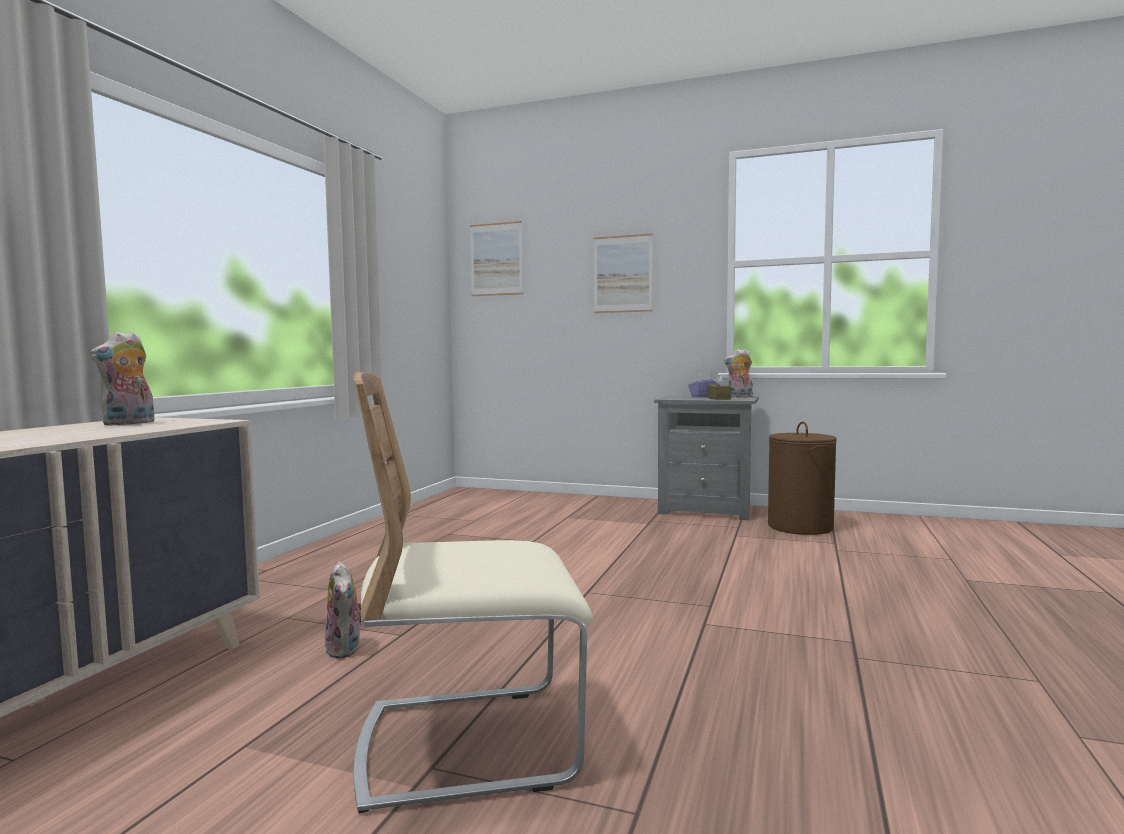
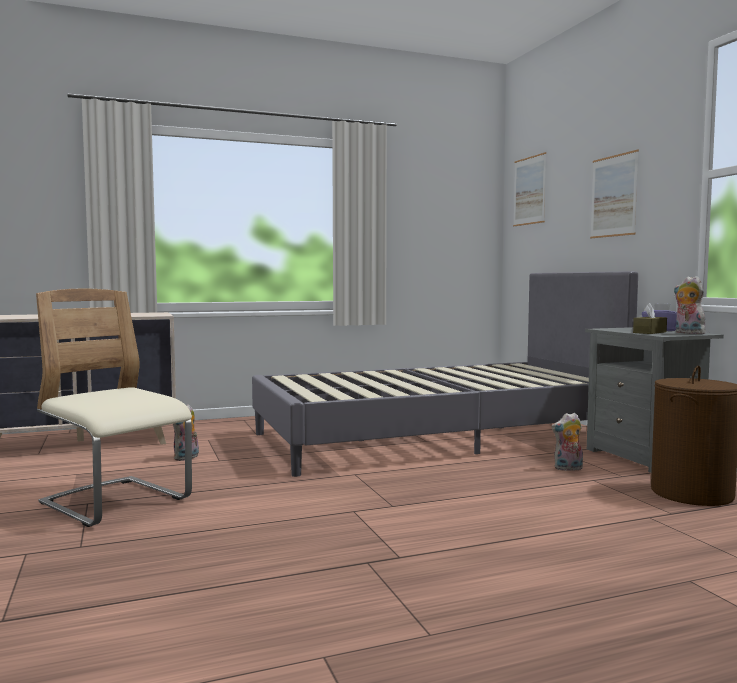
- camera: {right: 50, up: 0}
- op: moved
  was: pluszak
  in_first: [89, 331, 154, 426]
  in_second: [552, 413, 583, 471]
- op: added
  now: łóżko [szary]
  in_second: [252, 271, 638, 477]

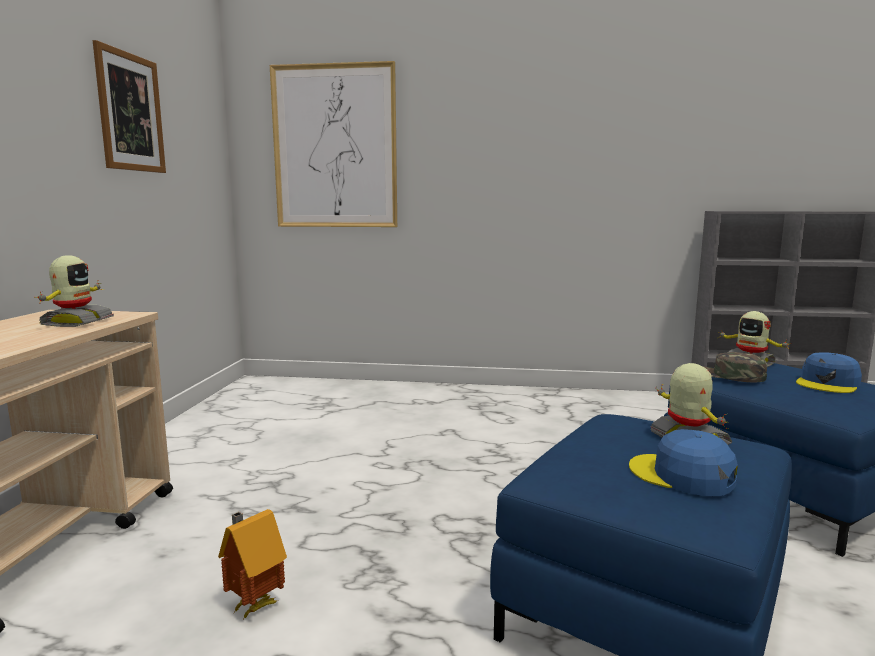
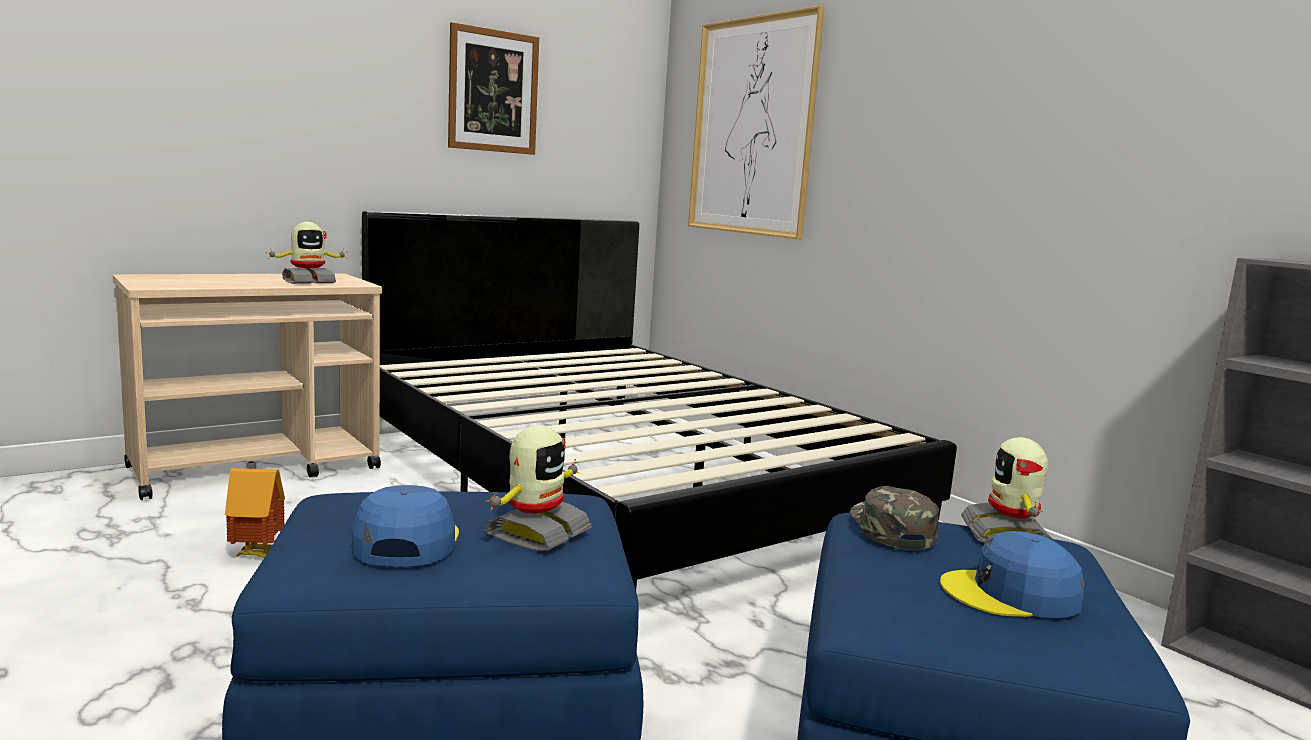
- camera: {right: 45, up: 0}
- op: added
  now: łóżko [czarny]
  in_second: [362, 211, 957, 589]

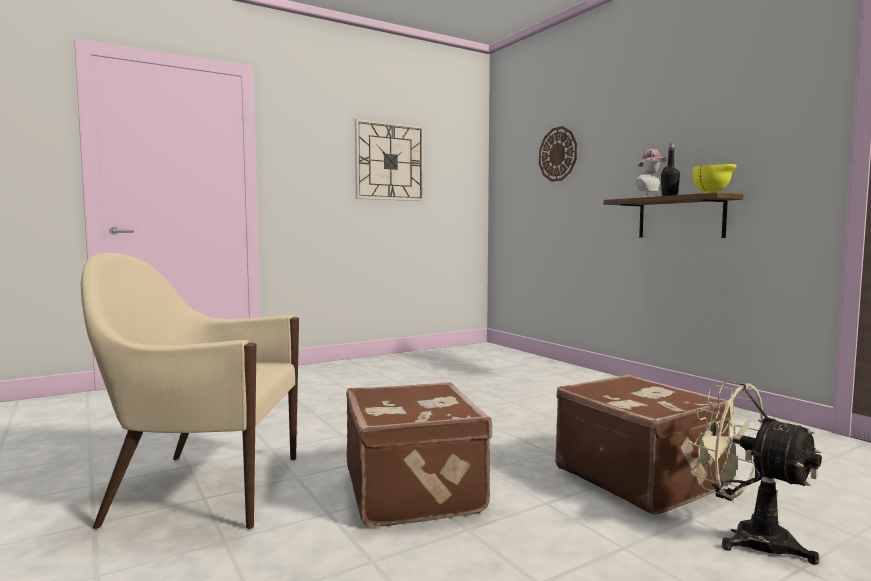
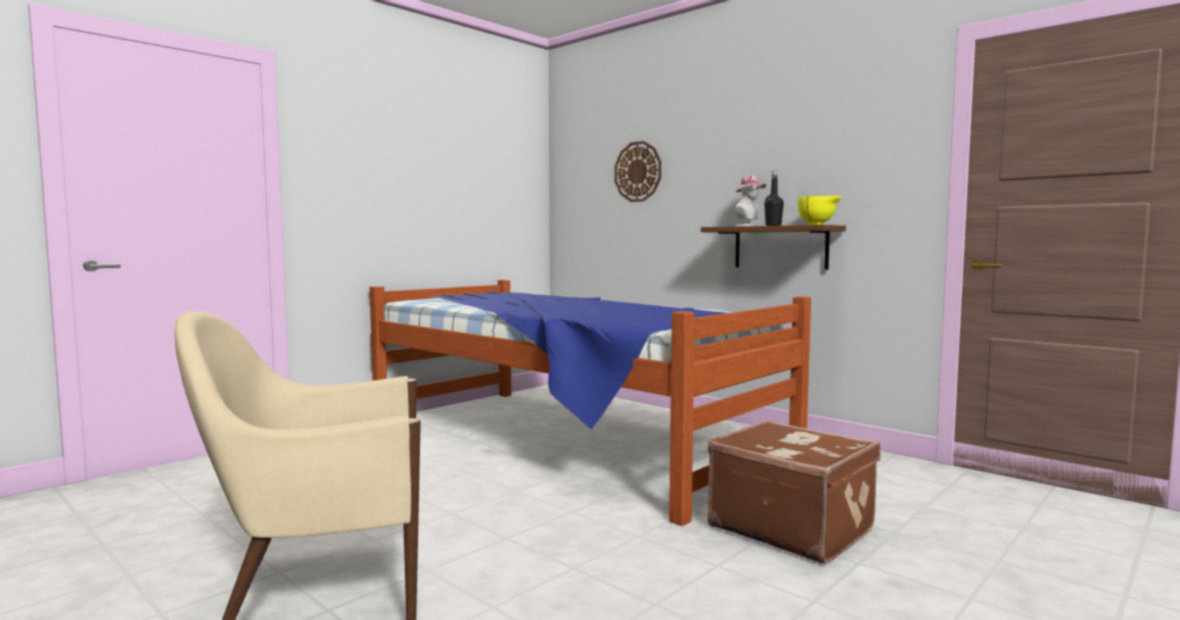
- camera: {right: -15, up: 0}
- op: removed
  was: walizka [brązowy]
  in_first: [346, 382, 492, 527]
- op: removed
  was: zegar ścienny
  in_first: [355, 119, 424, 201]
- op: removed
  was: wentylator [beżowy]
  in_first: [688, 381, 822, 565]
- op: added
  now: łóżko
  in_second: [370, 280, 811, 526]

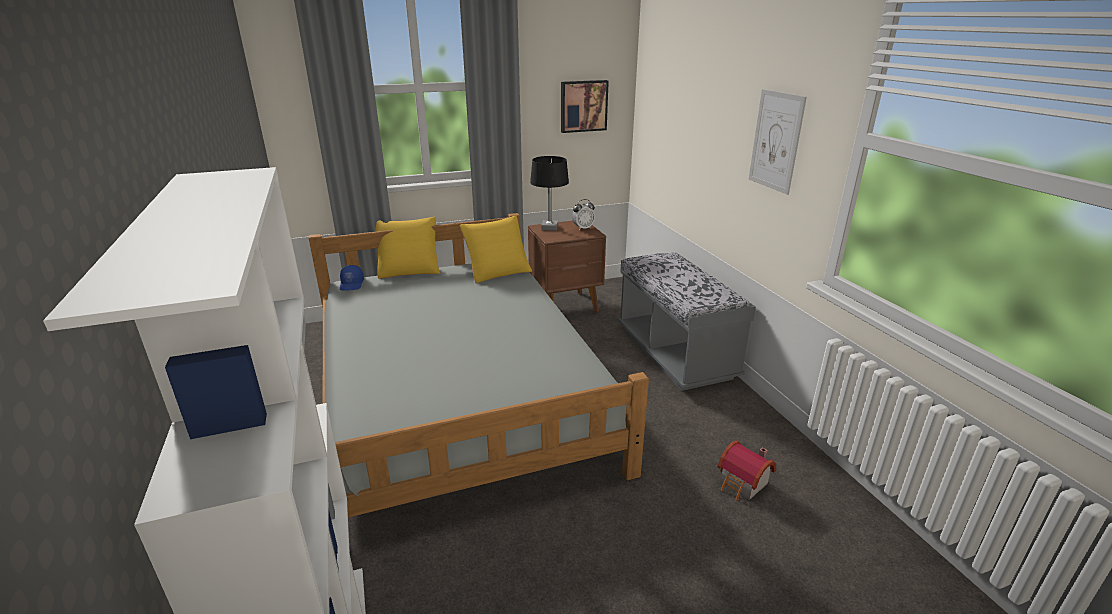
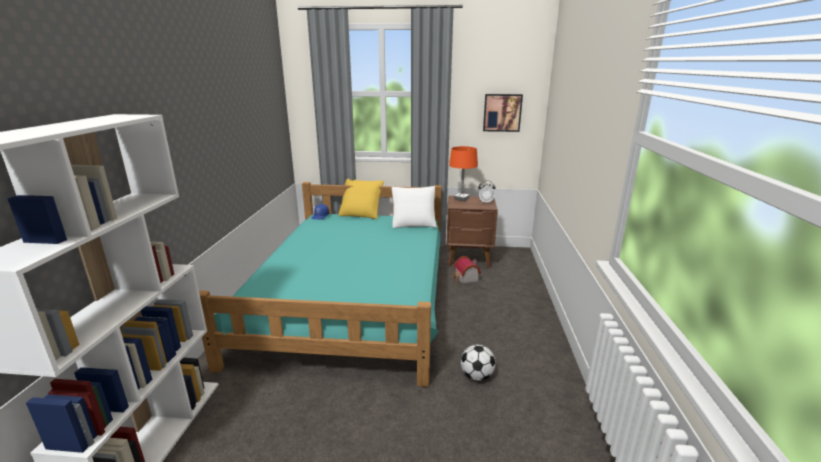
- camera: {right: 25, up: -5}
- op: recoloured
  was: łóżko [szary]
  now: łóżko [turkusowy]
  in_first: [309, 213, 649, 551]
  in_second: [199, 182, 442, 387]
- op: recoloured
  was: poduszka [żółty]
  now: poduszka [biały]
  in_first: [460, 216, 532, 283]
  in_second: [392, 186, 437, 228]
- op: recoloured
  was: lampa stołowa [czarny]
  now: lampa stołowa [pomarańczowy]
  in_first: [530, 156, 569, 231]
  in_second: [449, 146, 478, 201]
- op: removed
  was: ławka [szary]
  in_first: [618, 253, 756, 391]
- op: moved
  was: domek
  in_first: [717, 440, 776, 501]
  in_second: [452, 256, 481, 284]
- op: removed
  was: obraz
  in_first: [749, 89, 807, 195]
- op: added
  now: piłka futbolowa
  in_second: [461, 345, 496, 381]

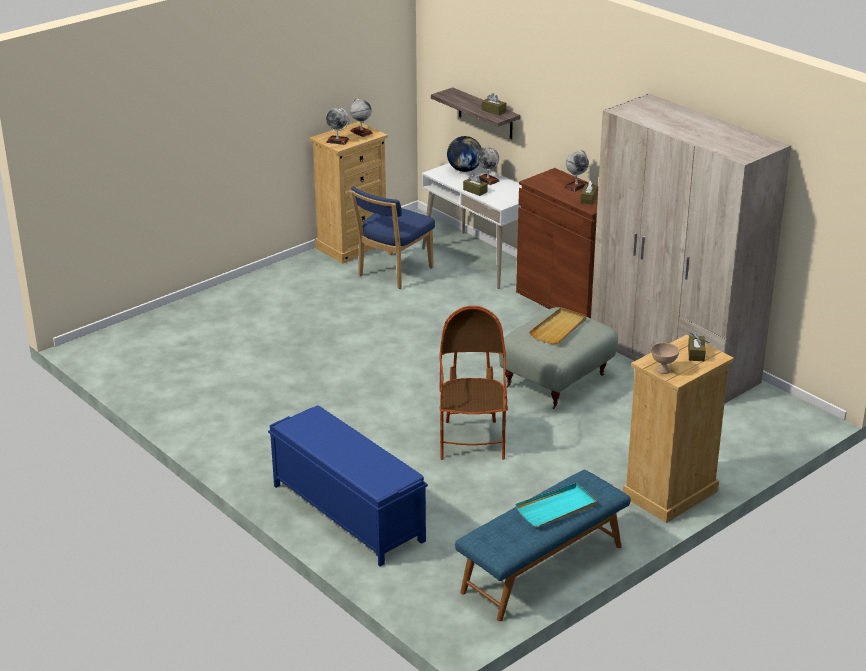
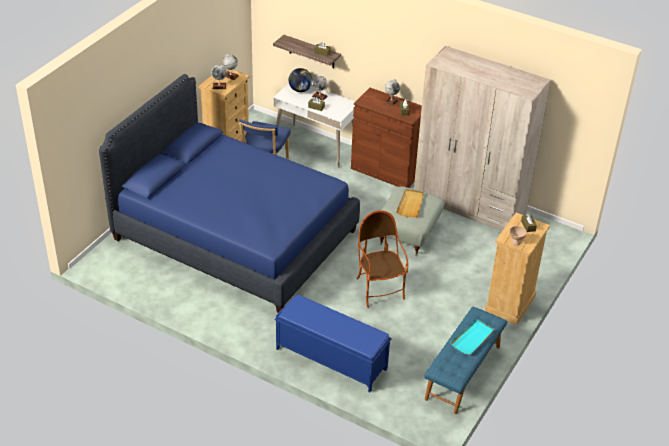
- camera: {right: -20, up: 10}
- op: added
  now: łóżko [niebieski]
  in_second: [99, 74, 360, 313]

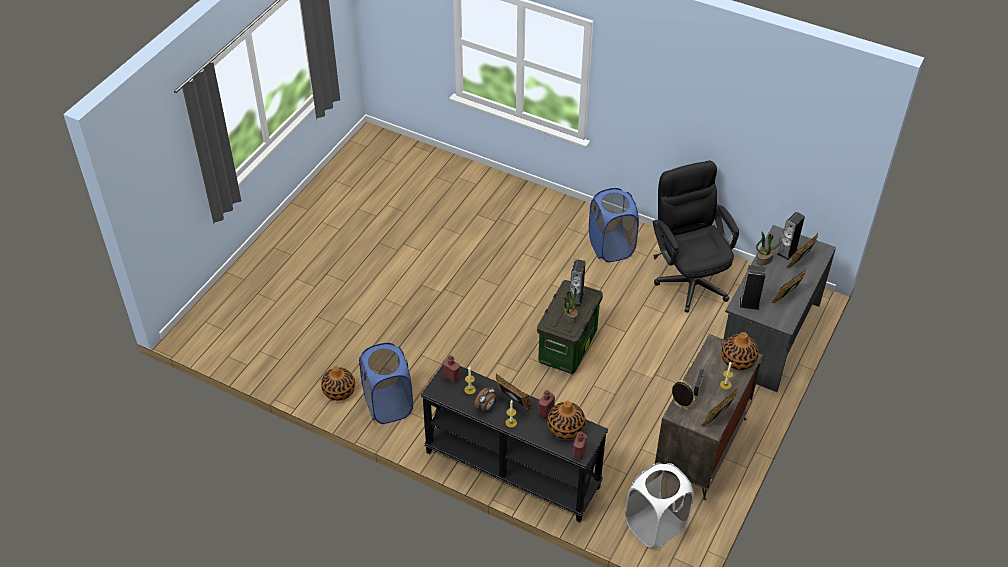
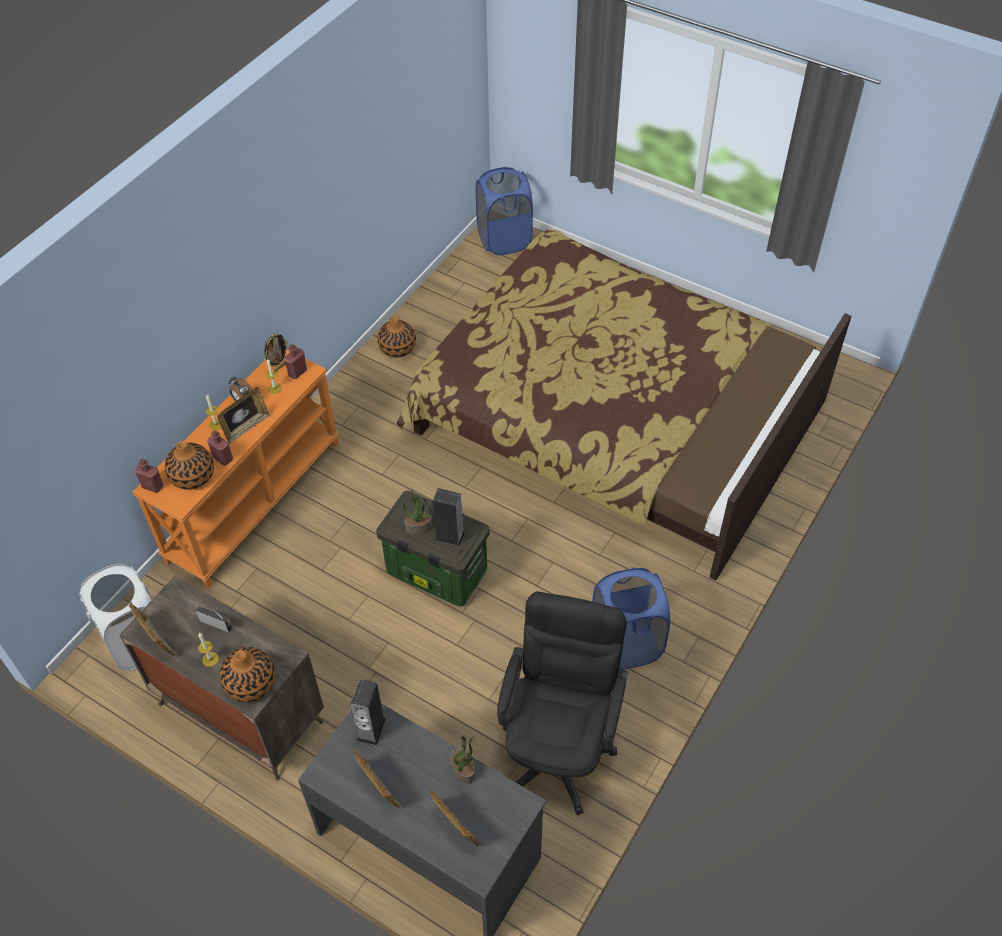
- camera: {right: 95, up: 5}
- op: moved
  was: kosz na pranie [niebieski]
  in_first: [359, 343, 413, 424]
  in_second: [476, 167, 533, 255]
- op: recoloured
  was: stolik konsolowy [czarny]
  now: stolik konsolowy [pomarańczowy]
  in_first: [421, 365, 608, 522]
  in_second: [133, 349, 339, 588]
- op: turned
  was: krzesło biurowe [czarny]
  in_first: [653, 160, 739, 313]
  in_second: [497, 592, 628, 815]
  clockwise: -60
- op: moved
  was: ramka na zdjęcie
  in_first: [672, 380, 695, 410]
  in_second: [264, 333, 288, 371]
- op: removed
  was: głośnik
  in_first: [777, 212, 805, 260]
- op: added
  now: łóżko
  in_second: [397, 229, 852, 580]

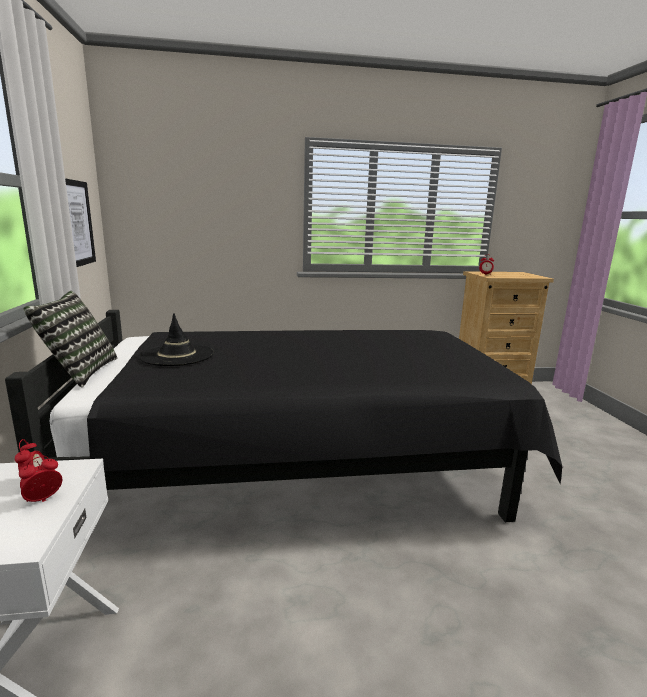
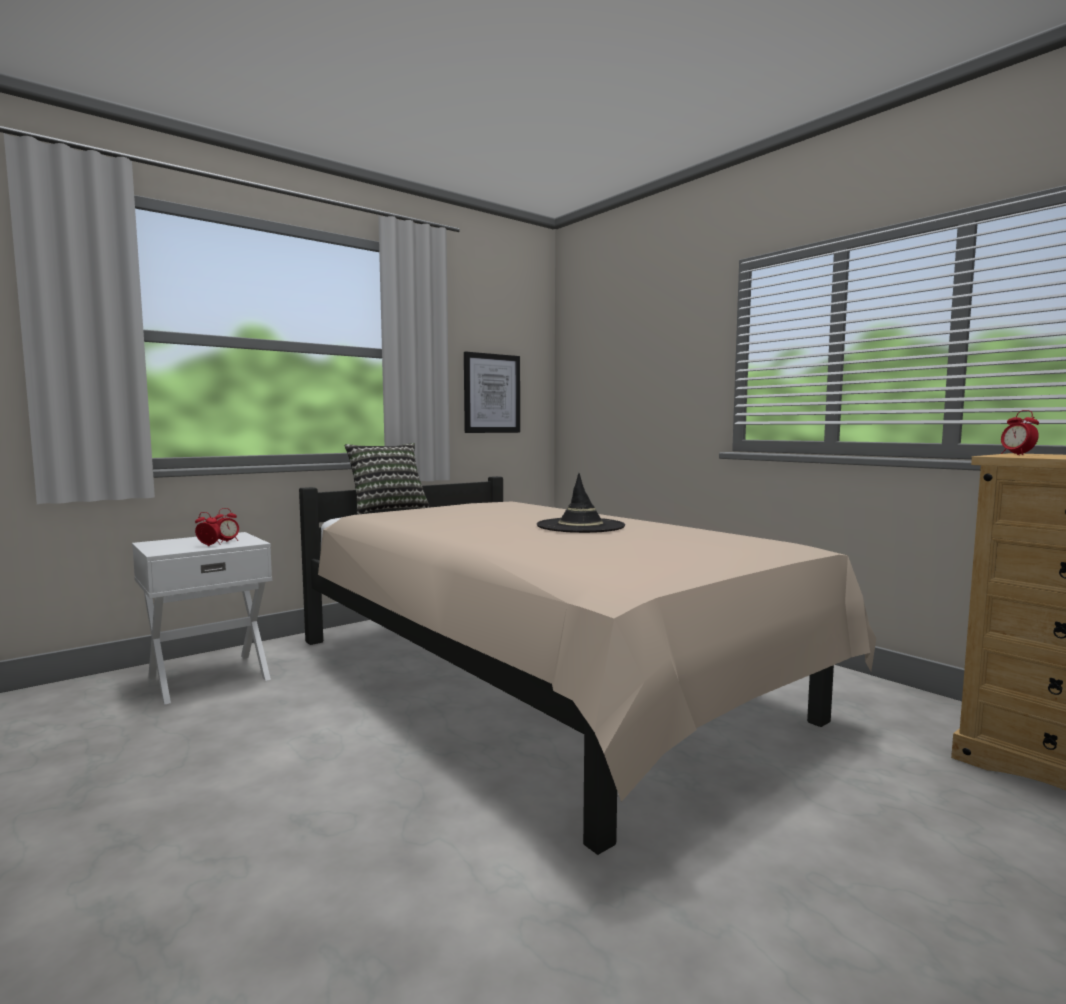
- camera: {right: 60, up: -10}
- op: recoloured
  was: łóżko [czarny]
  now: łóżko [beżowy]
  in_first: [5, 310, 562, 522]
  in_second: [299, 476, 876, 855]
- op: moved
  was: kapelusz [czarny]
  in_first: [139, 313, 214, 366]
  in_second: [537, 473, 625, 533]

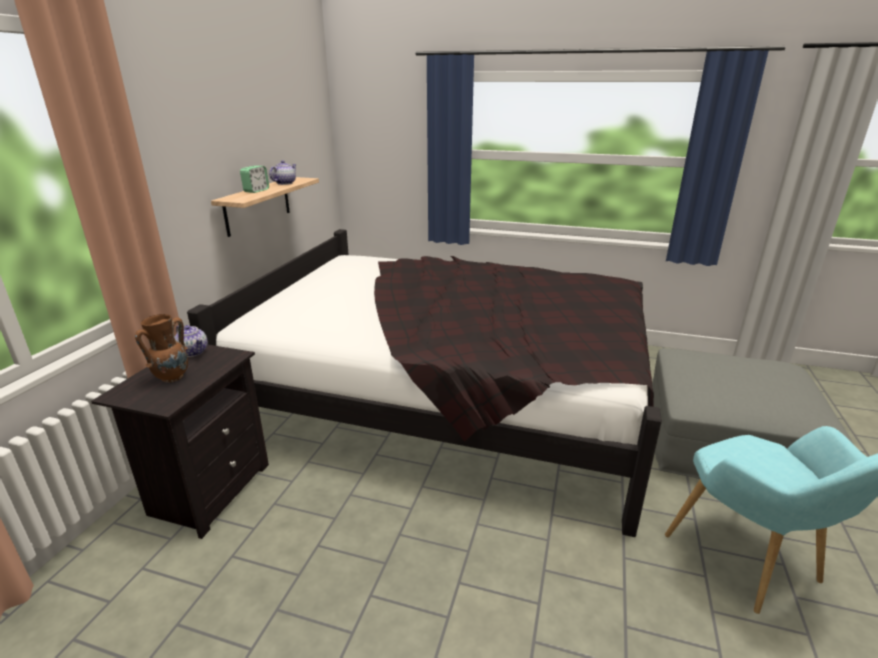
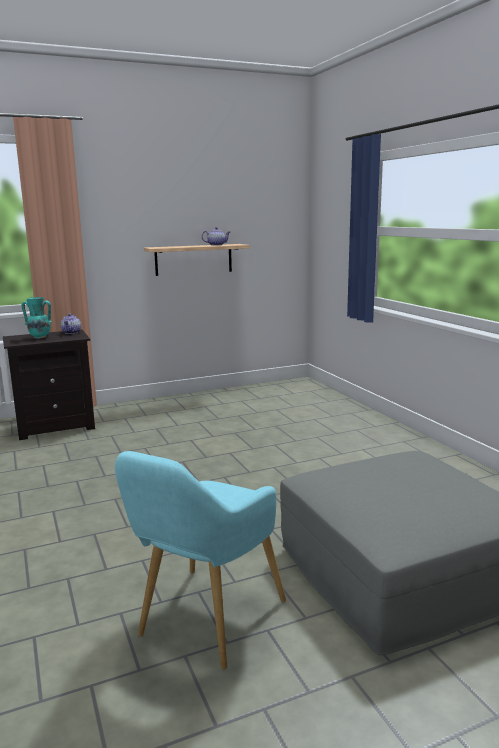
- camera: {right: 50, up: -10}
- op: recoloured
  was: wazon [brązowy]
  now: wazon [turkusowy]
  in_first: [135, 314, 188, 382]
  in_second: [22, 297, 52, 339]
- op: removed
  was: łóżko [czarny]
  in_first: [187, 229, 662, 537]
- op: removed
  was: budzik
  in_first: [240, 166, 269, 193]

